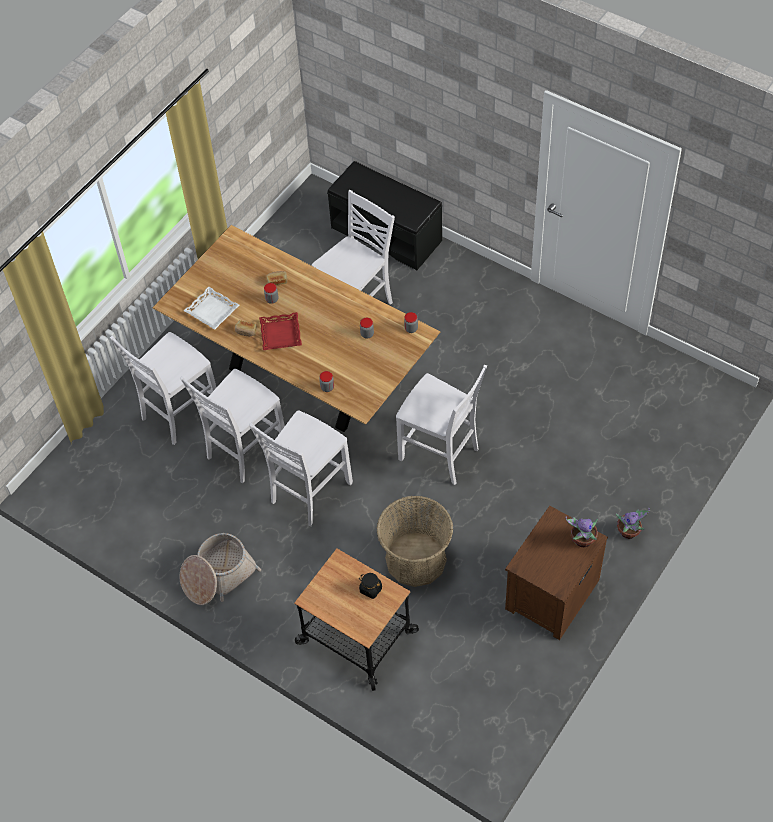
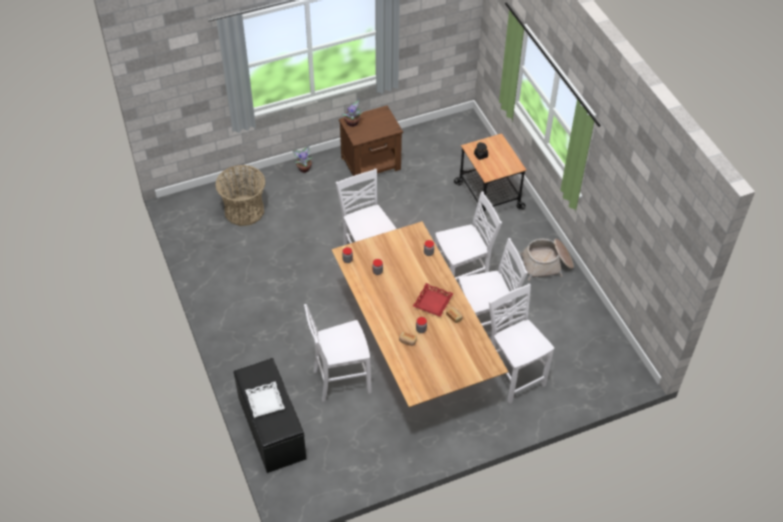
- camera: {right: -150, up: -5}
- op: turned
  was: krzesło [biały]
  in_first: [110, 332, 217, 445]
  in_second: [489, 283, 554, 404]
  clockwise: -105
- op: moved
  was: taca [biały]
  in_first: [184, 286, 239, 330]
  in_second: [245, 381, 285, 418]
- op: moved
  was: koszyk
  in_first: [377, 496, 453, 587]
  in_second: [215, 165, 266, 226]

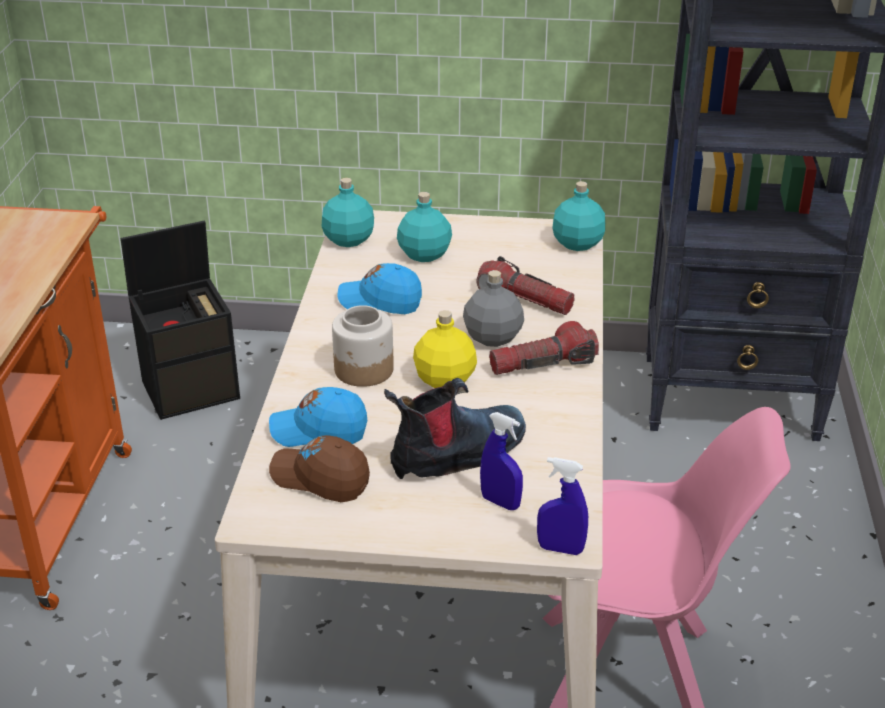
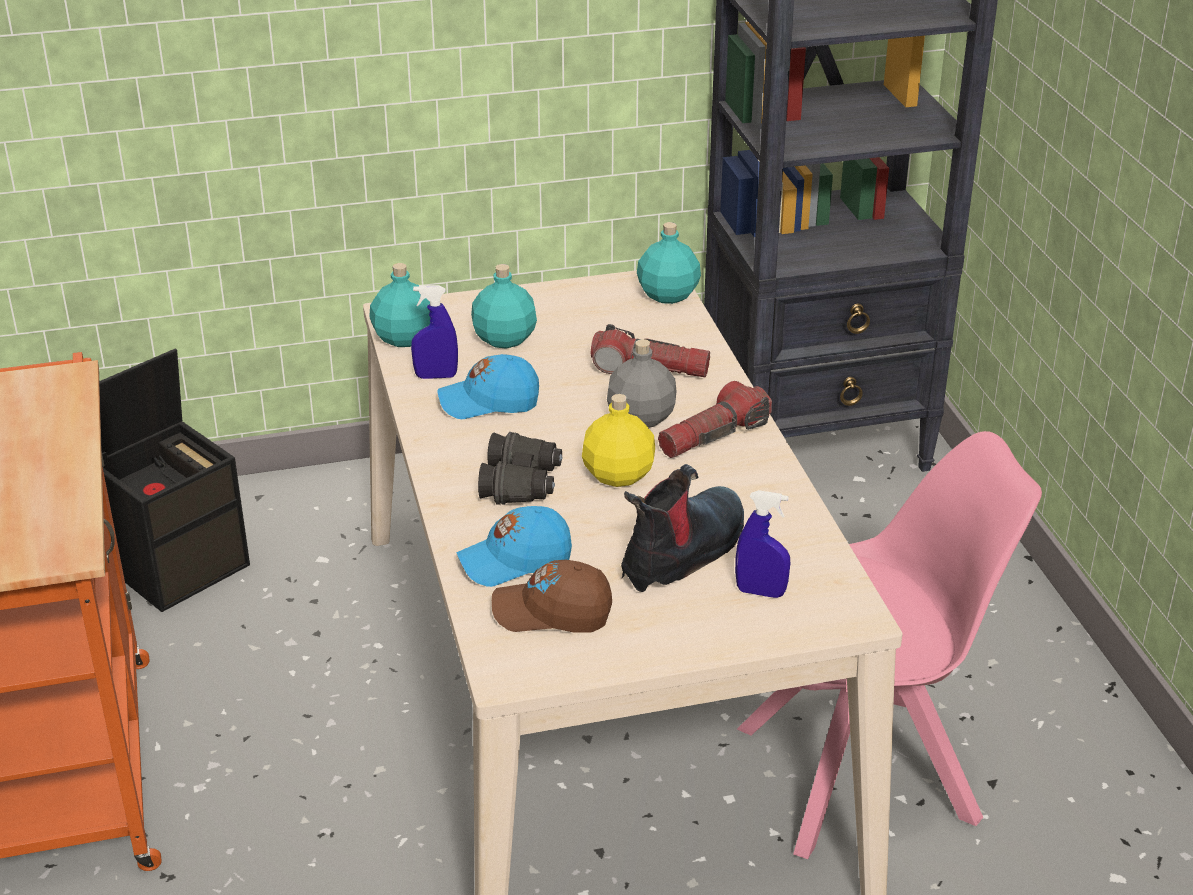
- camera: {right: -20, up: 0}
- op: replaced
  was: słoik
  now: lornetka [czarny]
  in_first: [332, 305, 394, 387]
  in_second: [478, 432, 563, 505]
- op: moved
  was: spryskiwacz [niebieski]
  in_first: [537, 457, 588, 555]
  in_second: [411, 285, 458, 379]

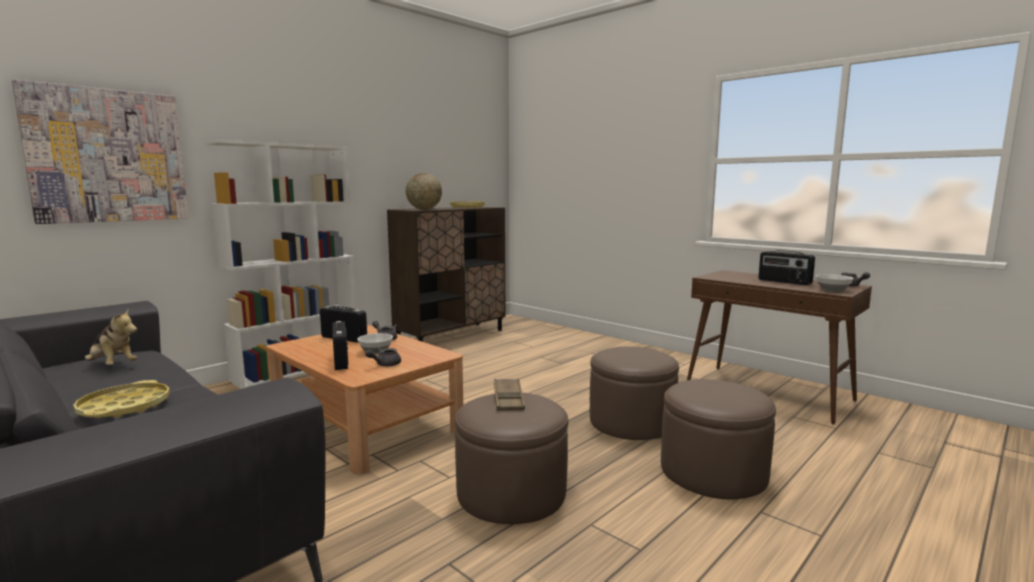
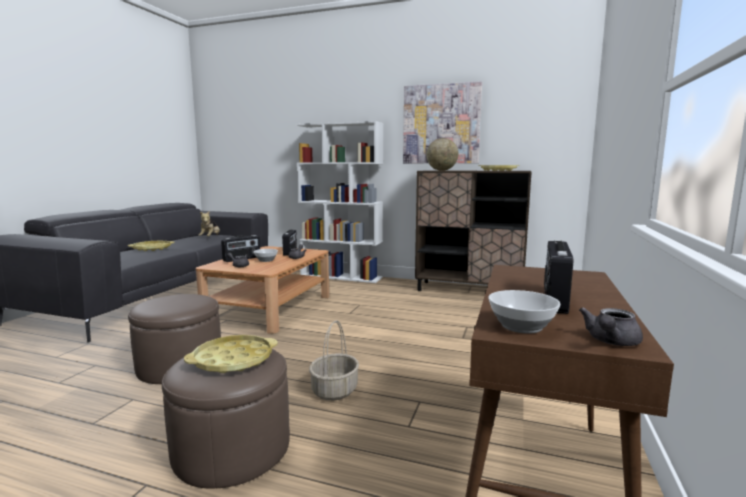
- camera: {right: 65, up: 0}
- op: moved
  was: obraz
  in_first: [12, 79, 189, 224]
  in_second: [403, 81, 482, 163]
- op: removed
  was: taca [brązowy]
  in_first: [494, 379, 525, 411]
- op: replaced
  was: pufa [brązowy]
  now: koszyk
  in_first: [590, 346, 679, 440]
  in_second: [309, 320, 359, 401]
- op: added
  now: taca [żółty]
  in_second: [184, 335, 278, 373]

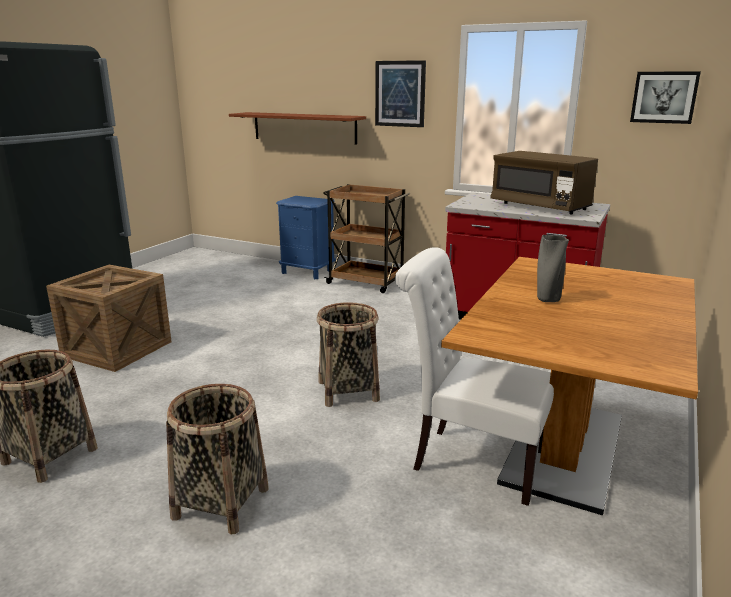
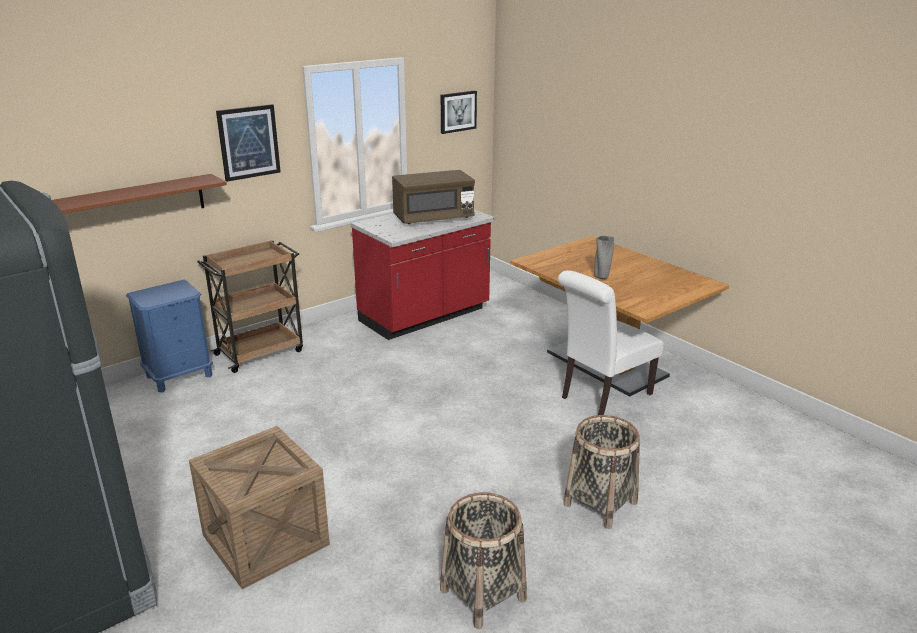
- camera: {right: -65, up: 5}
- op: removed
  was: koszyk
  in_first: [317, 302, 380, 407]

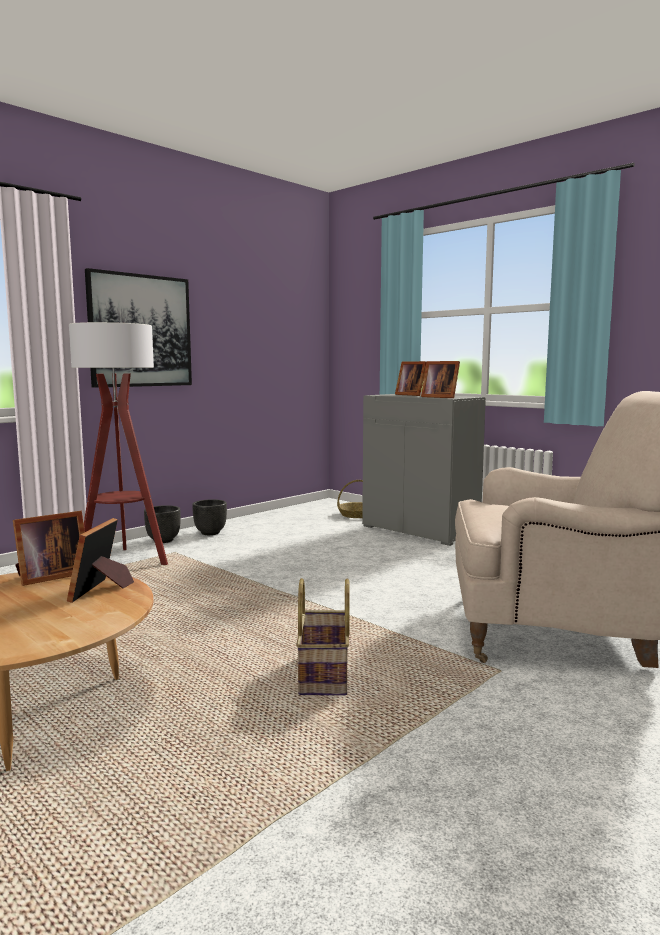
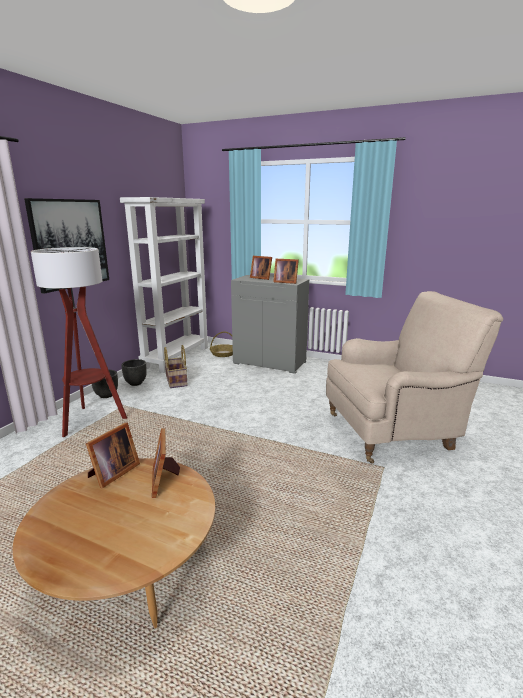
- camera: {right: -20, up: 10}
- op: moved
  was: koszyk
  in_first: [296, 578, 350, 695]
  in_second: [164, 345, 188, 388]
- op: added
  now: regał [biały]
  in_second: [120, 197, 209, 373]

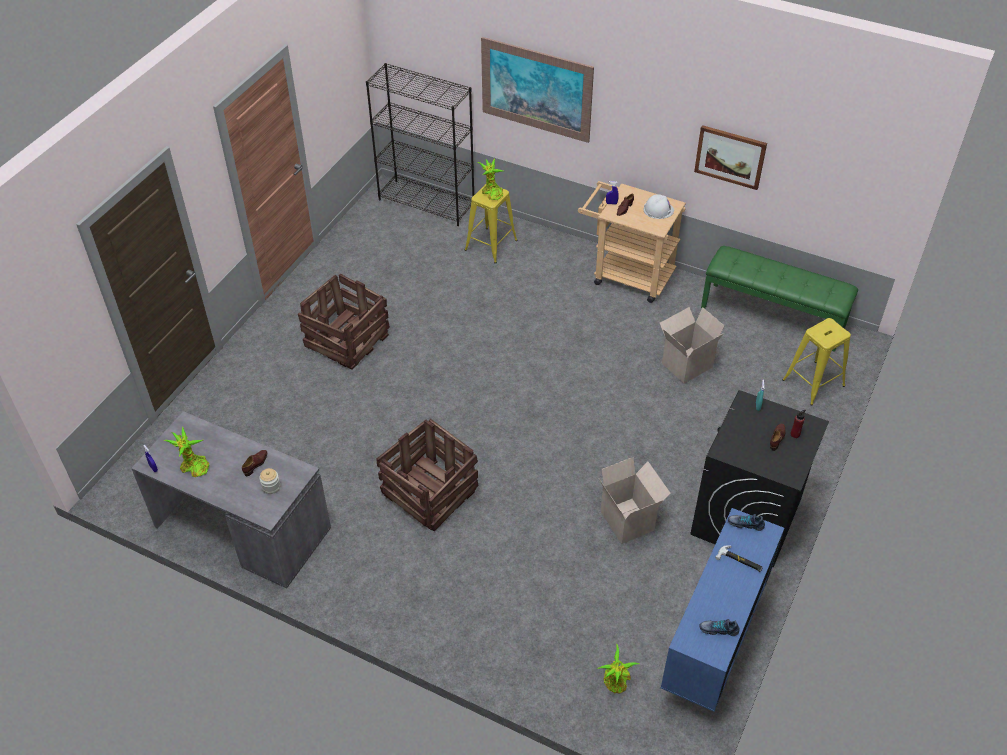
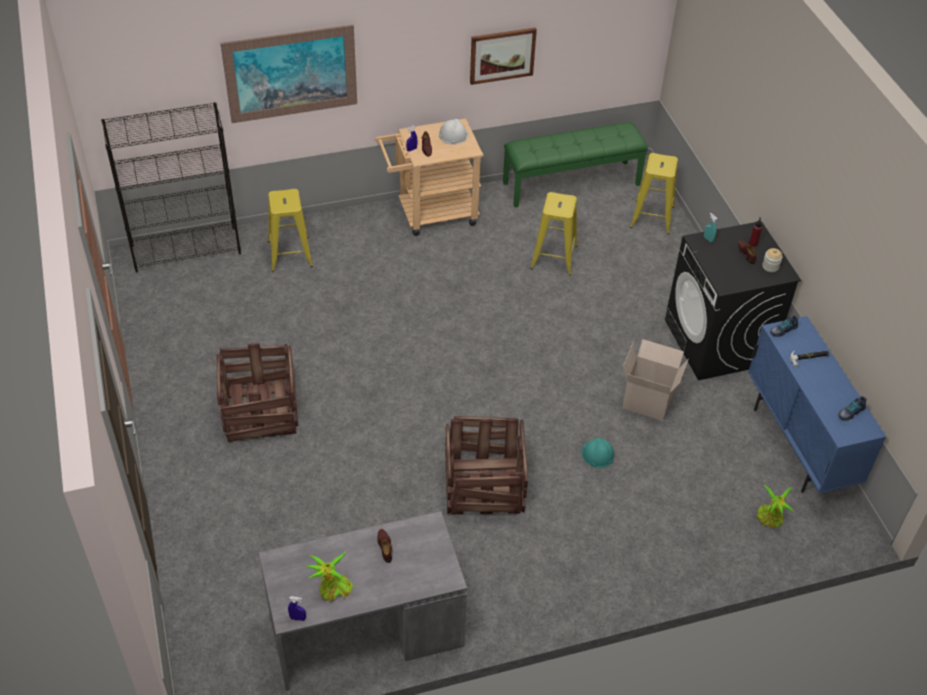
- camera: {right: -45, up: 0}
- op: moved
  was: słoik
  in_first: [259, 468, 280, 494]
  in_second: [762, 248, 783, 272]
- op: removed
  was: roślina doniczkowa
  in_first: [478, 159, 503, 200]
- op: replaced
  was: karton
  now: stołek [żółty]
  in_first: [660, 307, 725, 383]
  in_second: [530, 192, 577, 276]
- op: added
  now: kask [turkusowy]
  in_second: [581, 437, 614, 468]

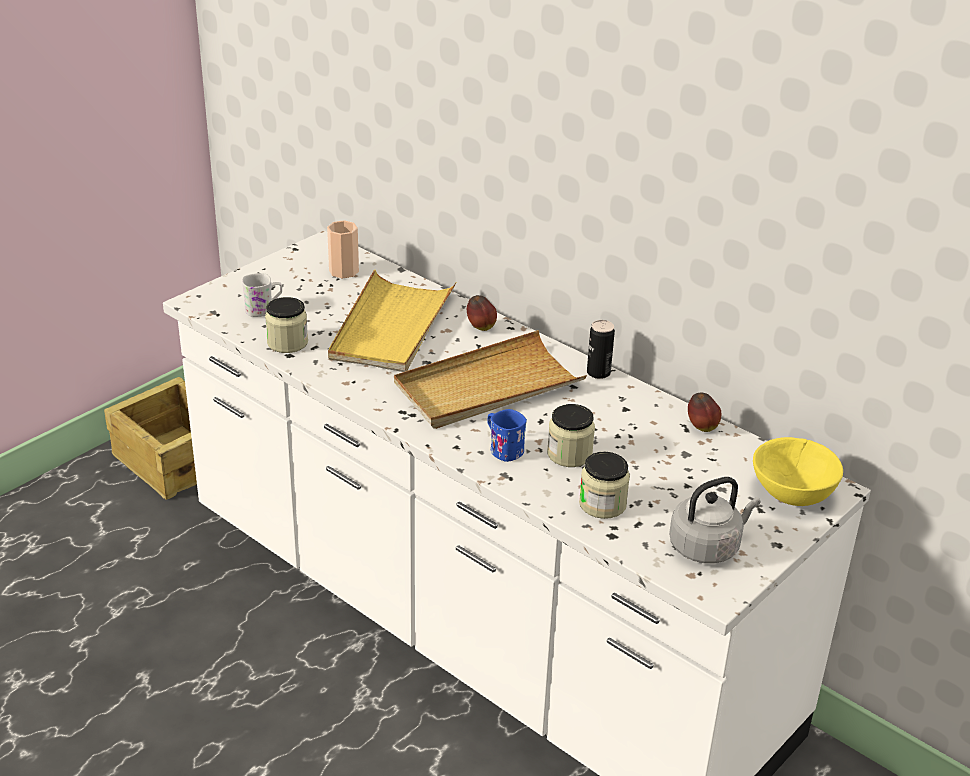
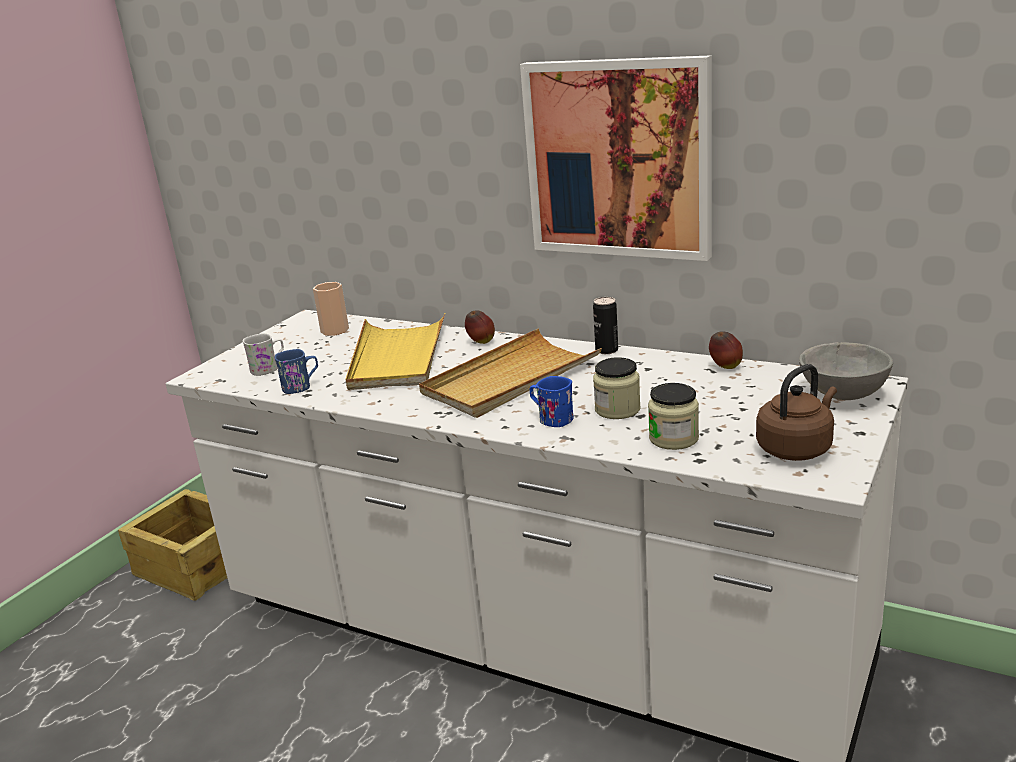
- camera: {right: -10, up: -10}
- op: replaced
  was: słoik
  now: kubek [niebieski]
  in_first: [265, 297, 308, 353]
  in_second: [275, 349, 318, 394]
- op: recoloured
  was: czajnik [szary]
  now: czajnik [brązowy]
  in_first: [669, 477, 760, 563]
  in_second: [756, 364, 837, 461]
- op: recoloured
  was: miska [żółty]
  now: miska [szary]
  in_first: [753, 437, 843, 506]
  in_second: [799, 342, 893, 400]
- op: added
  now: obraz
  in_second: [520, 55, 712, 261]

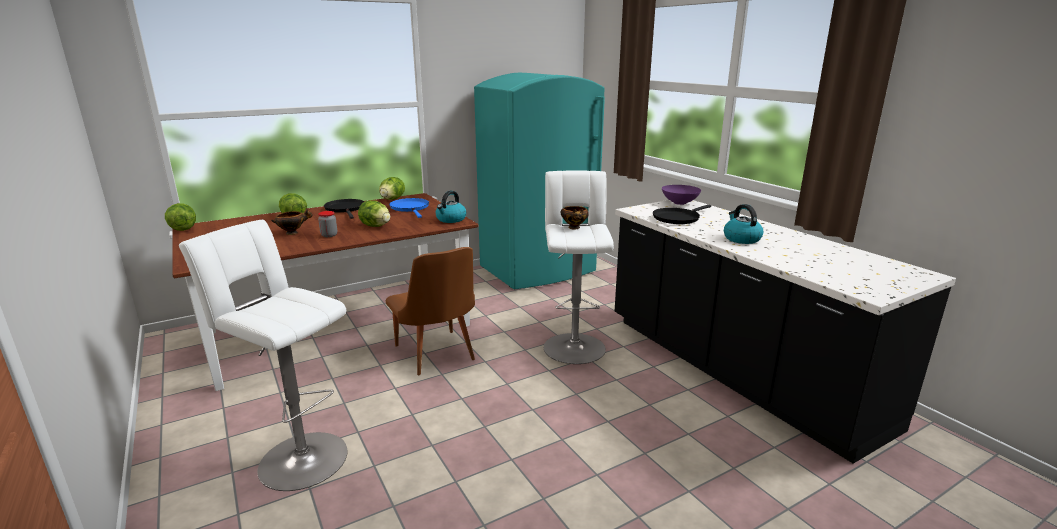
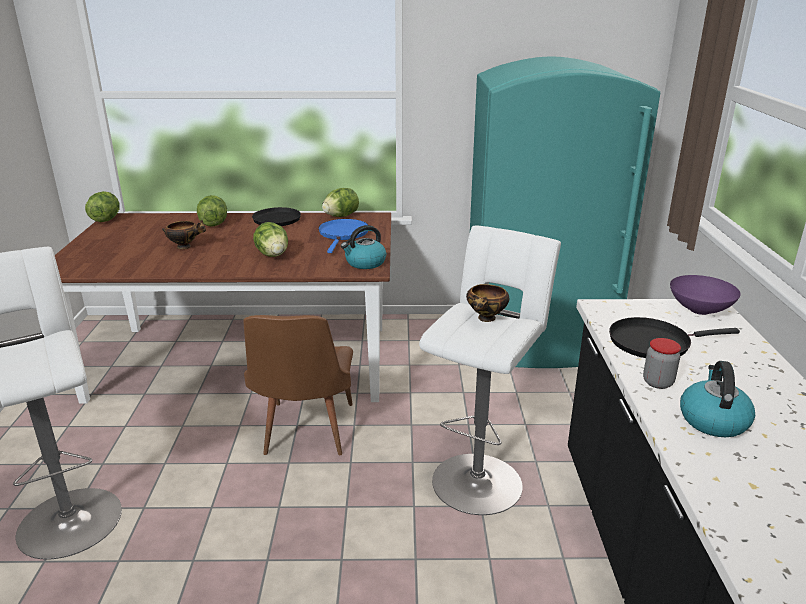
- camera: {right: 30, up: 5}
- op: moved
  was: słoik
  in_first: [318, 211, 337, 237]
  in_second: [643, 338, 681, 389]

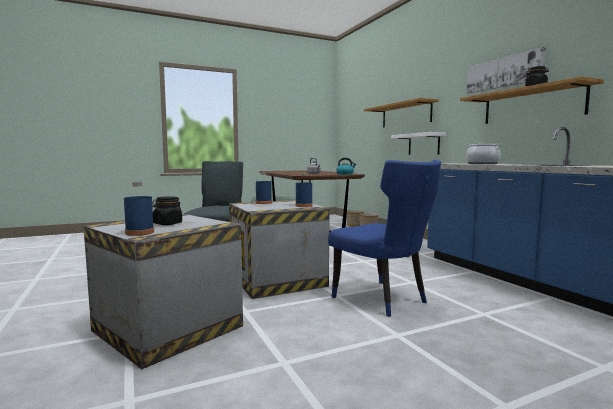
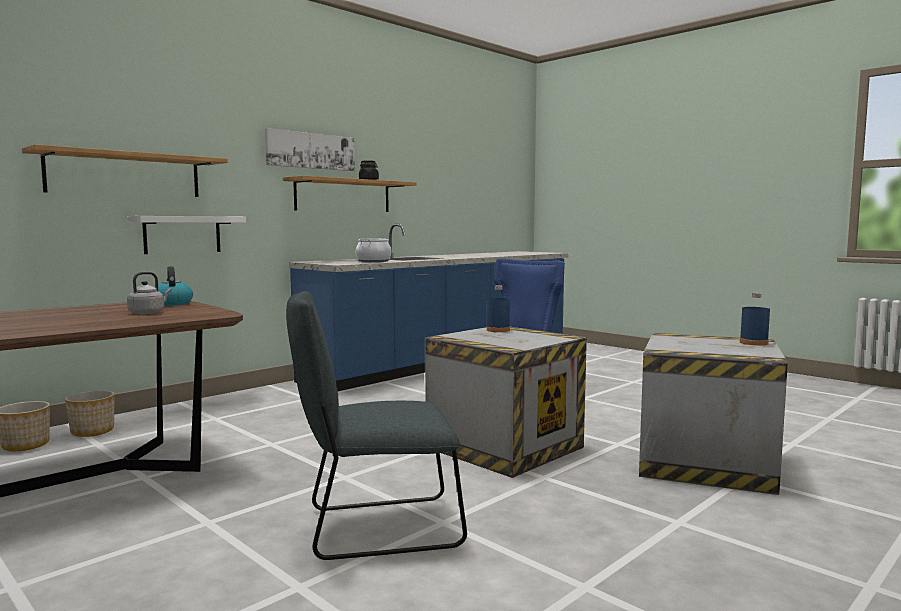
- camera: {right: -110, up: 0}
- op: removed
  was: słoik [czarny]
  in_first: [152, 196, 182, 225]
- op: removed
  was: butelka [niebieski]
  in_first: [256, 172, 272, 204]

